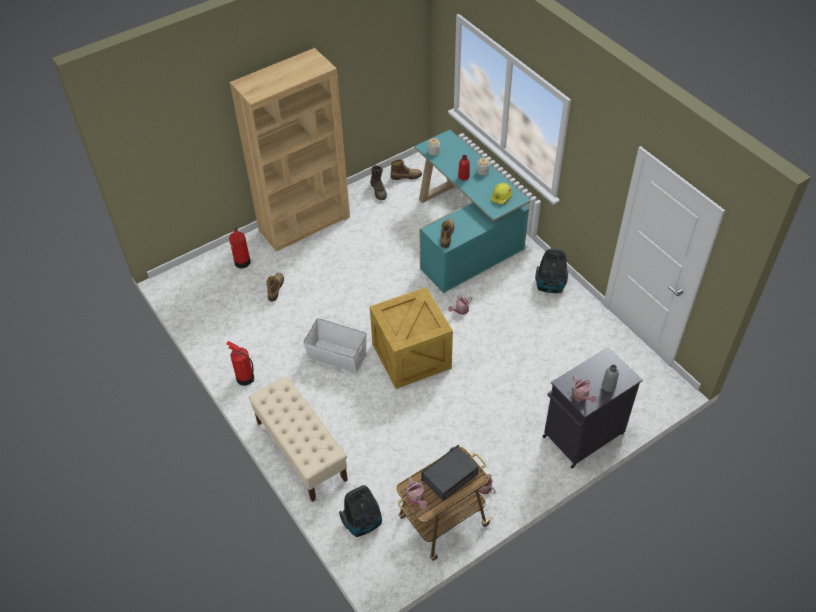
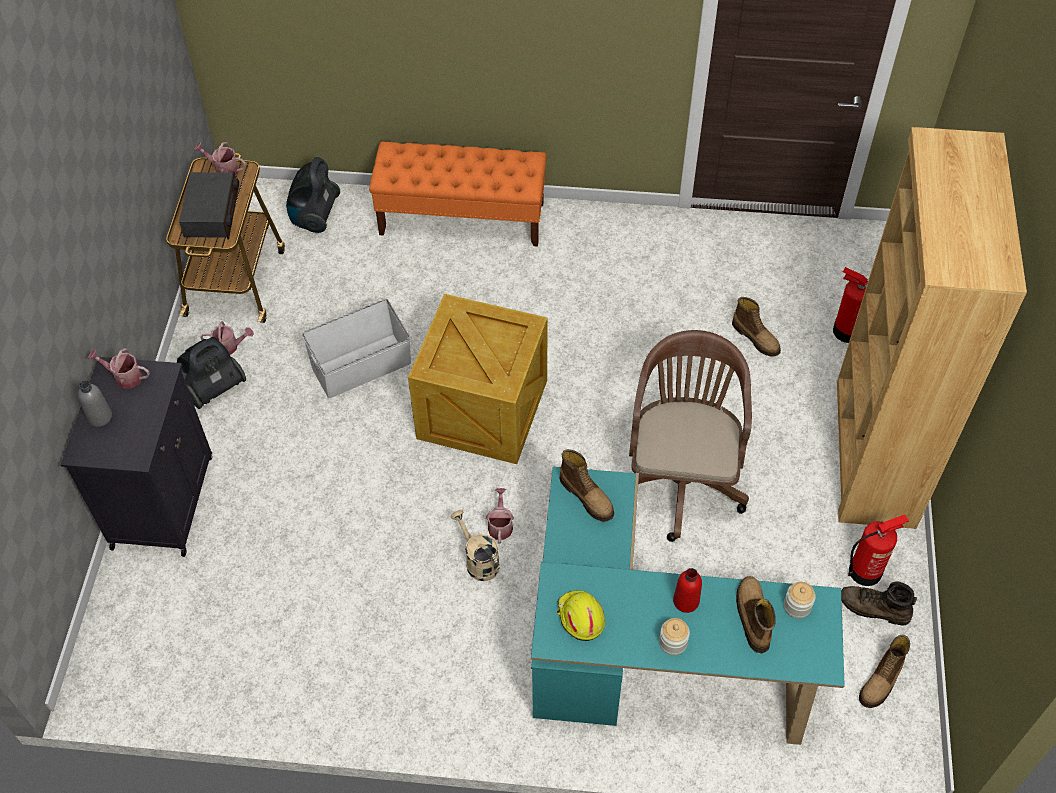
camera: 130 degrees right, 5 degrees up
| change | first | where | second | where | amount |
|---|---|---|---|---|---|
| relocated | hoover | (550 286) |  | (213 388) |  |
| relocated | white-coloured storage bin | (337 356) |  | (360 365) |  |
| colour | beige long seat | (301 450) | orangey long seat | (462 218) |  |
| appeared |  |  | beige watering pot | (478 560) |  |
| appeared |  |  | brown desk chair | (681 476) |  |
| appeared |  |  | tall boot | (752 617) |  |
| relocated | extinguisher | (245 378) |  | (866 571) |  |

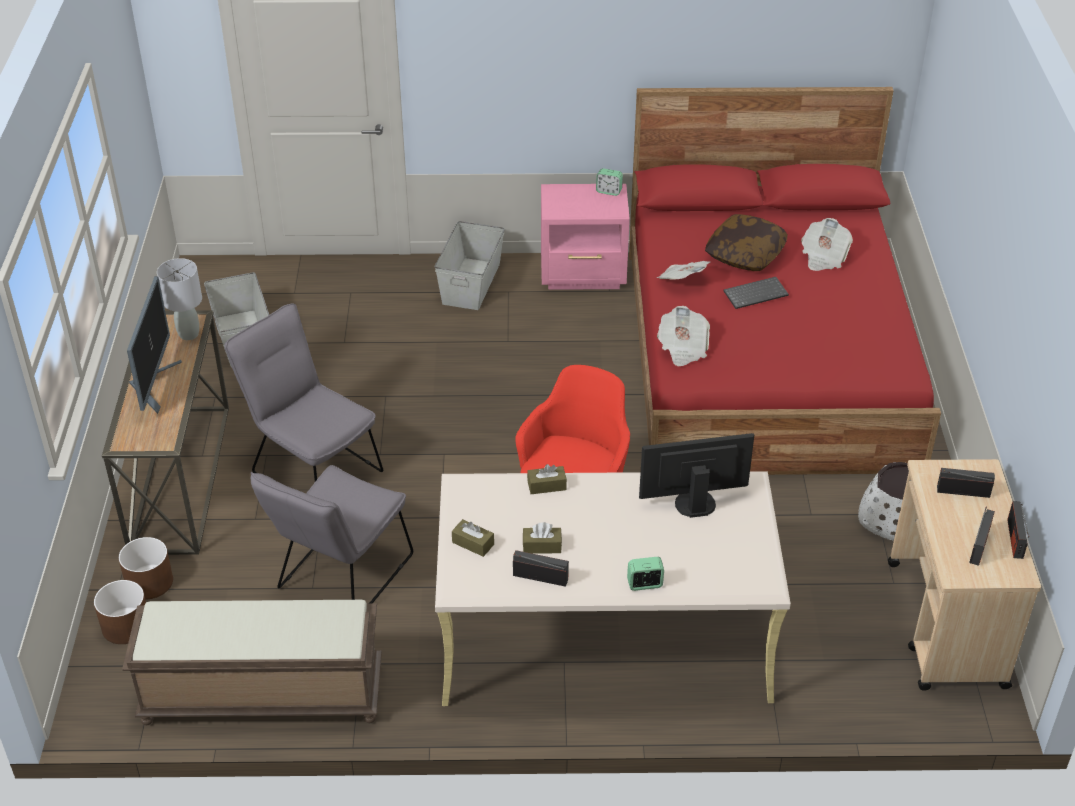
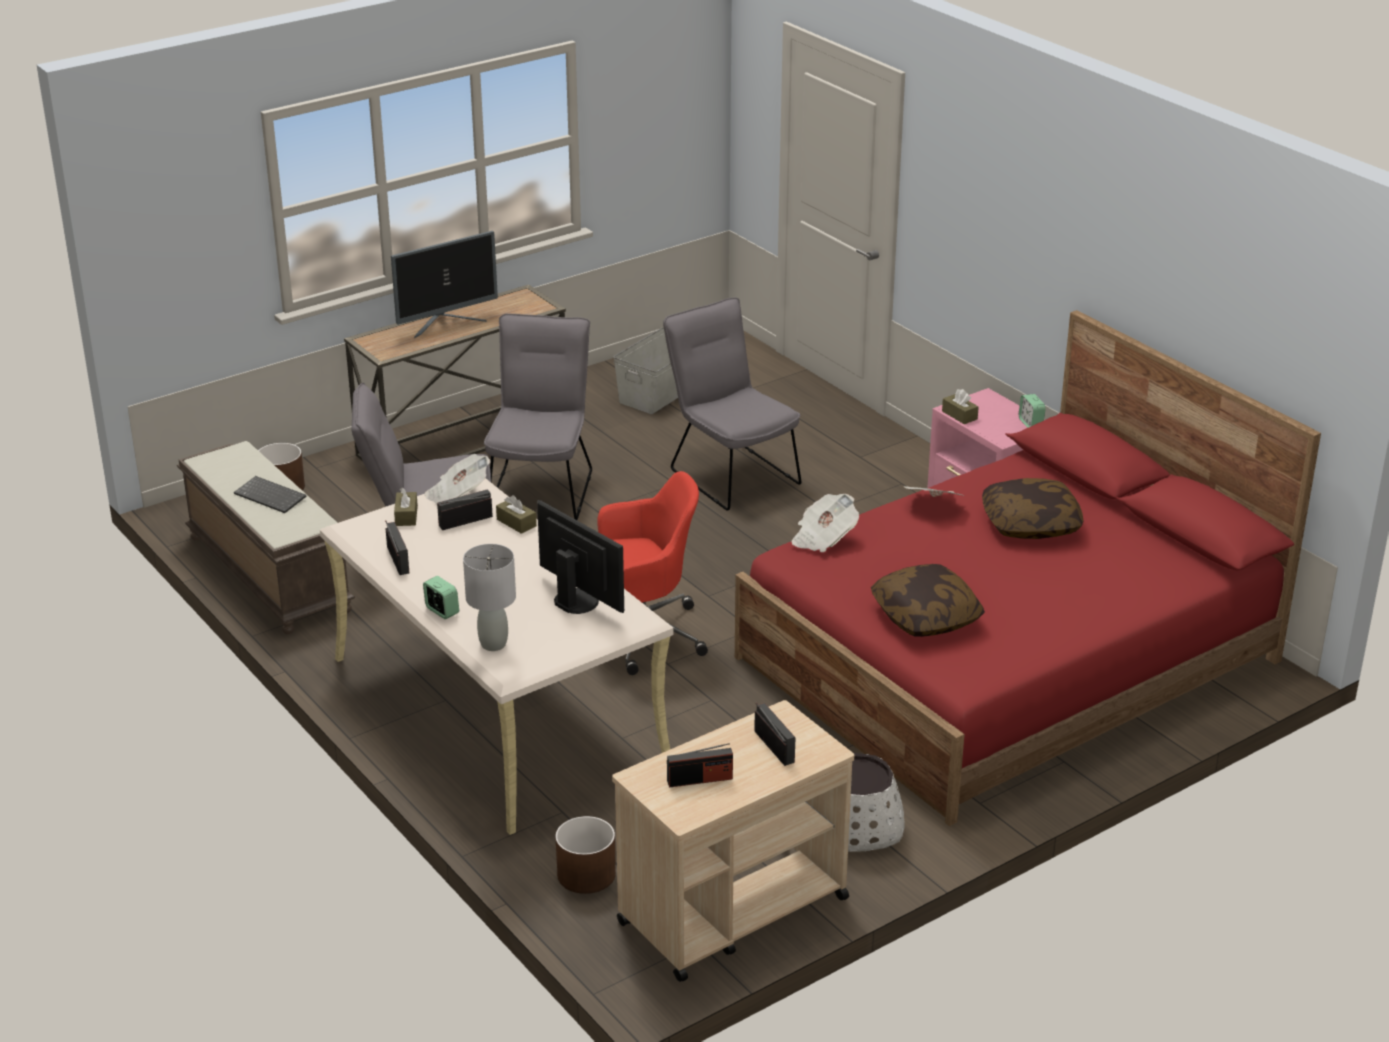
camera: 55 degrees right, 10 degrees down
| change | first | where | second | where | amount |
|---|---|---|---|---|---|
| relocated | PC keyboard | (755 293) |  | (272 496) |  |
| relocated | daily paper | (823 257) |  | (457 495) |  |
| relocated | radio receiver | (1015 539) |  | (465 521) |  |
| relocated | greyish table lamp | (189 334) |  | (494 644) |  |
| relocated | brown plant pot | (149 582) |  | (586 875) |  |
| appeared |  |  | greyish upright chair | (730 473) |  |
| appeared |  |  | pillow | (926 616) |  |
| relocated | brown tissue box | (542 546) |  | (959 415) |  |
| missing | greyish storage bin | (470 283) |  |  |  |

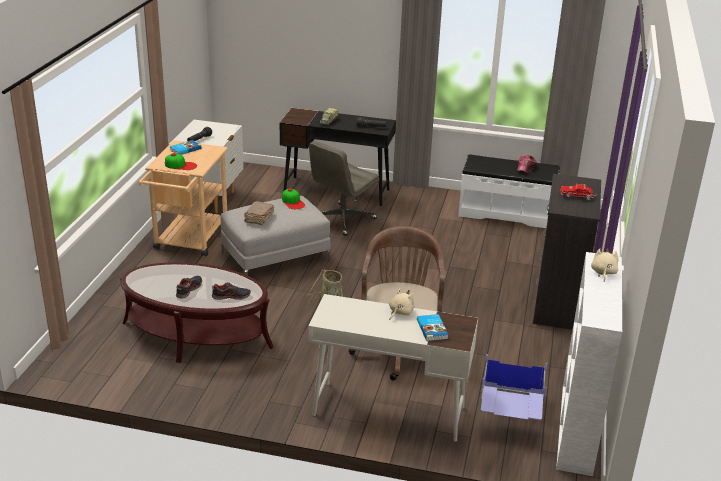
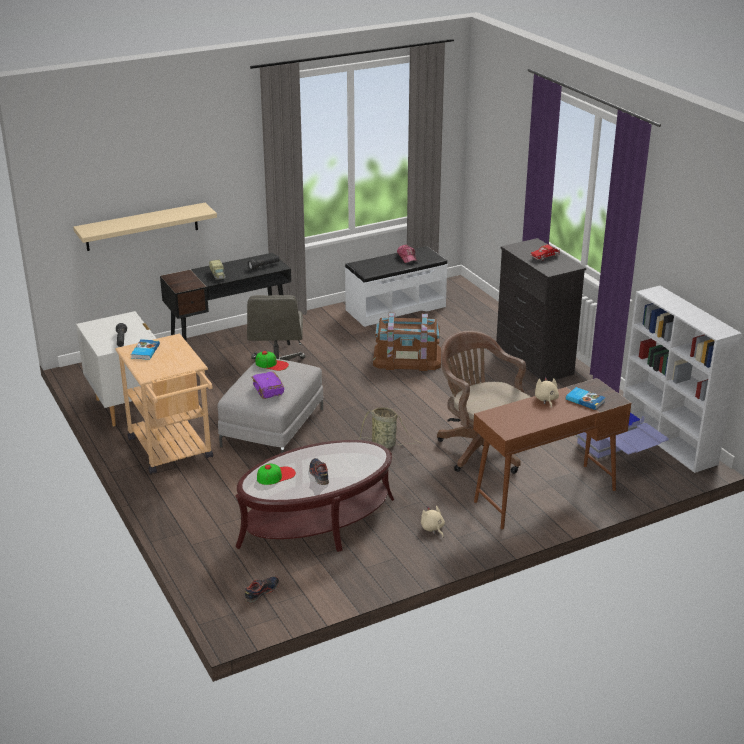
camera: 40 degrees left, 0 degrees up
| change | first | where | second | where | amount |
|---|---|---|---|---|---|
| appeared |  |  | beige wall shelf | (142 227) |  |
| relocated | low shoe | (231 296) |  | (261 592) |  |
| colour | brown volume | (258 218) | purple volume | (268 390) |  |
| relocated | baseball cap | (180 165) |  | (276 475) |  |
| appeared |  |  | brown storage bin | (407 358) |  |
| relocated | beige plush toy | (603 273) |  | (432 528) |  |
| colour | white-coloured desk unit | (388 411) | brown desk unit | (544 496) |  |

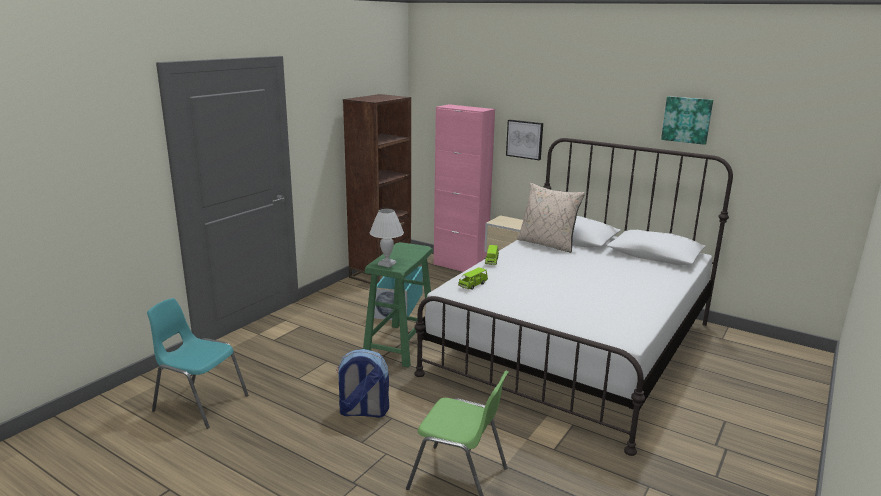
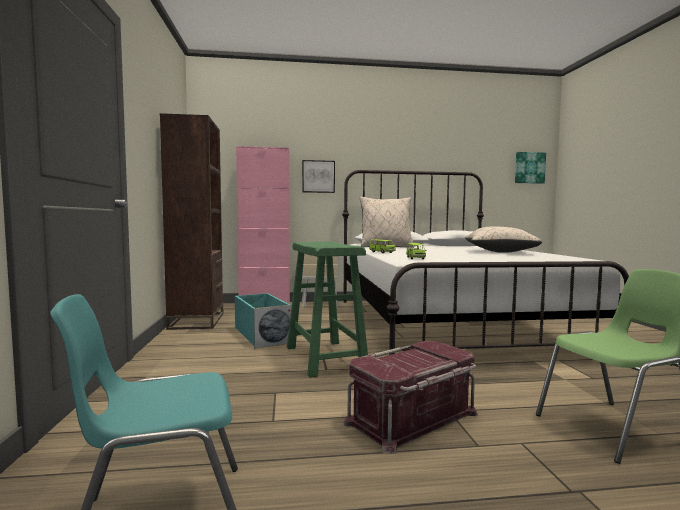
camera: 40 degrees left, 15 degrees down
| change | first | where | second | where | amount |
|---|---|---|---|---|---|
| exchanged | backpack | (363 412) | red storage bin | (413 418) |  |
| appeared |  |  | beige pillow | (499 252) |  |
| relocated | wall picture | (687 119) |  | (529 168) |  |
| missing | white-coloured table lamp | (387 264) |  |  |  |

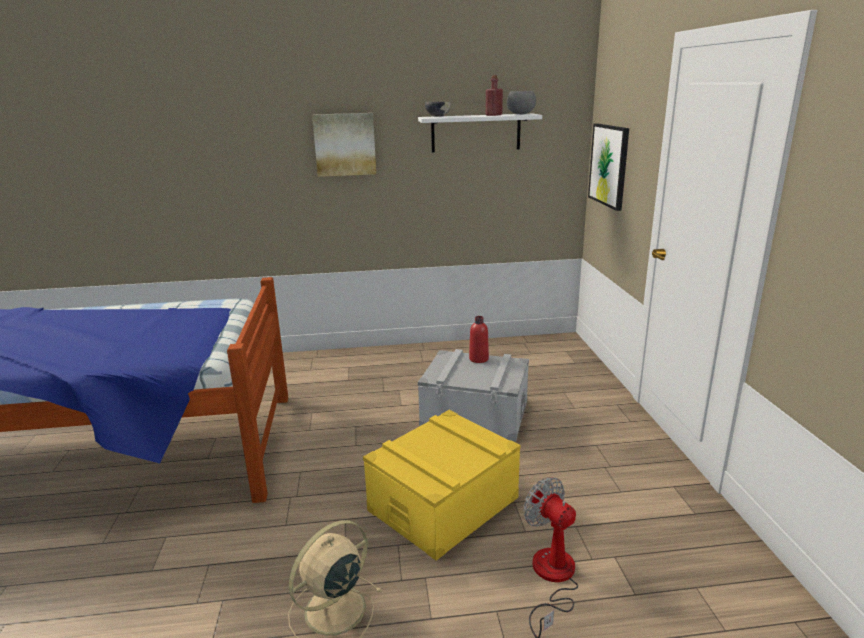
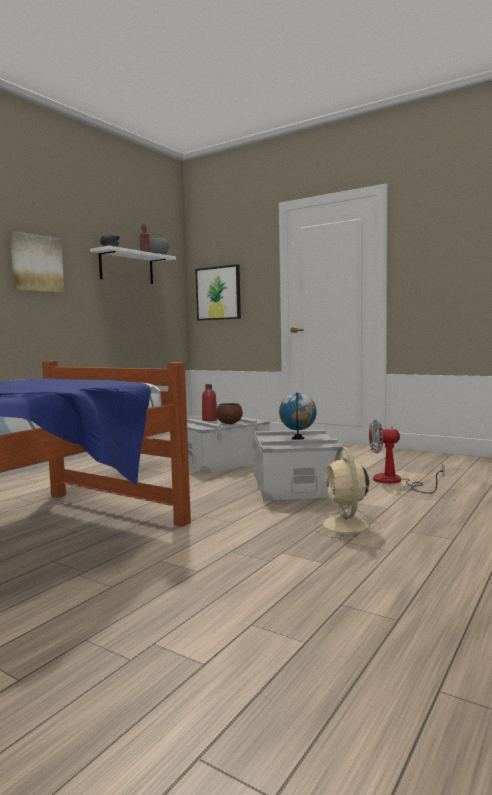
camera: 50 degrees left, 15 degrees down
| change | first | where | second | where | amount |
|---|---|---|---|---|---|
| appeared |  |  | brown bowl | (229 424) |  |
| colour | yellow-coloured storage bin | (443 504) | greyish storage bin | (295 485) |  |
| appeared |  |  | globe | (298 438) |  |

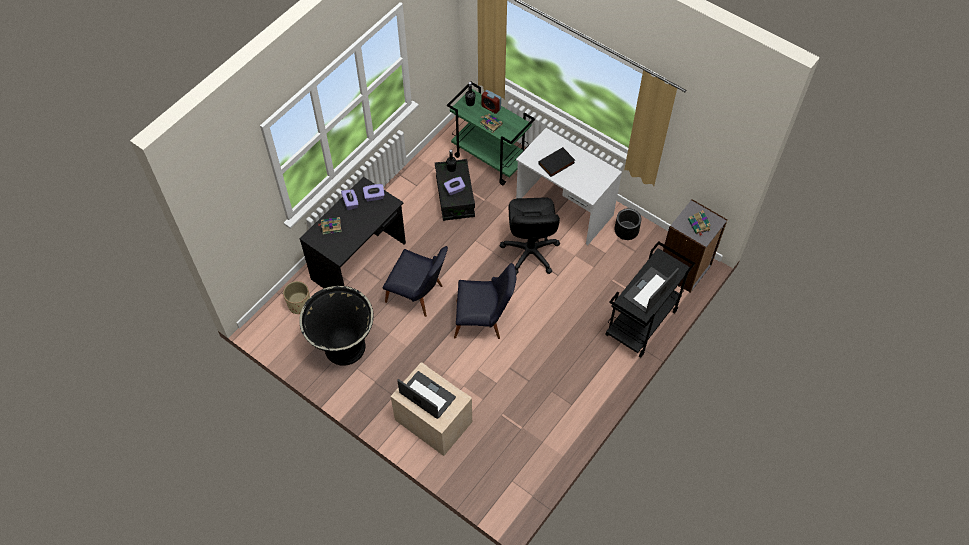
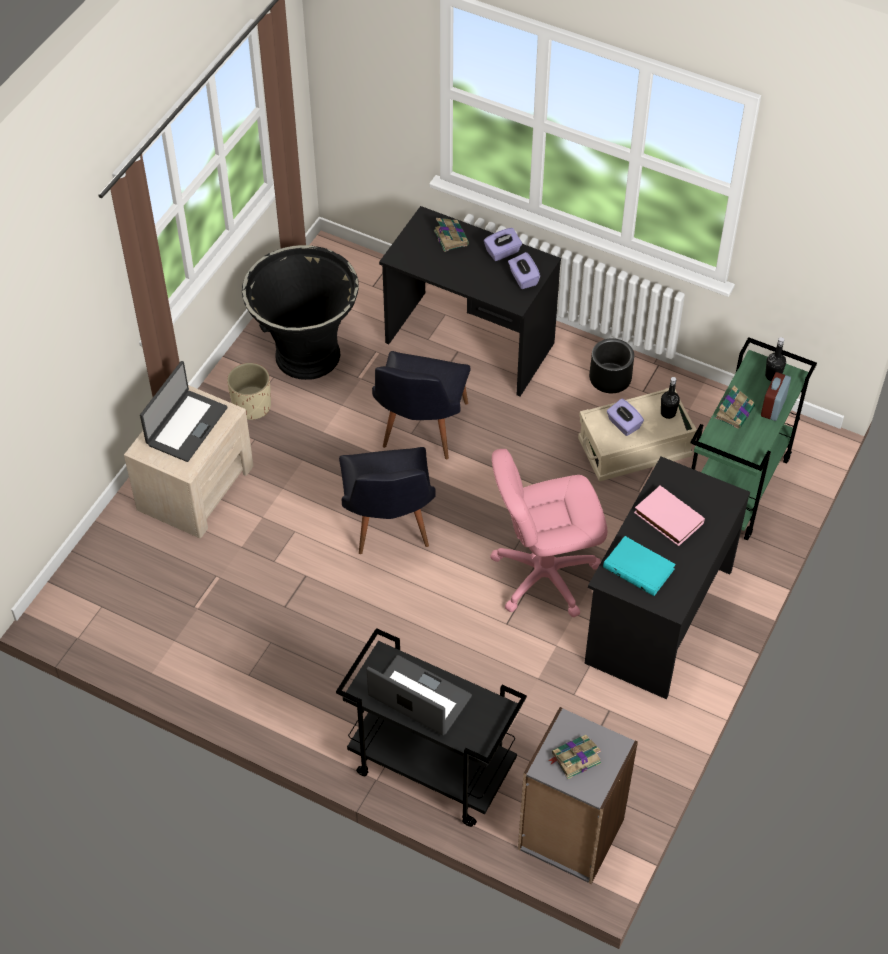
camera: 80 degrees right, 5 degrees down
| change | first | where | second | where | amount |
|---|---|---|---|---|---|
| relocated | beige plant pot | (299 304) |  | (252 406) |  |
| colour | black desk chair | (530 253) | pink-coloured desk chair | (544 575) |  |
| colour | black storage bin | (455 197) | beige storage bin | (634 448) |  |
| colour | white-coloured desk unit | (563 208) | black desk unit | (657 615) |  |
| relocated | black plant pot | (626 230) |  | (610 379) |  |
| appeared |  |  | turquoise-coloured volume | (640 567) |  |
| colour | black volume | (557 164) | pink-coloured volume | (667 518) |  |

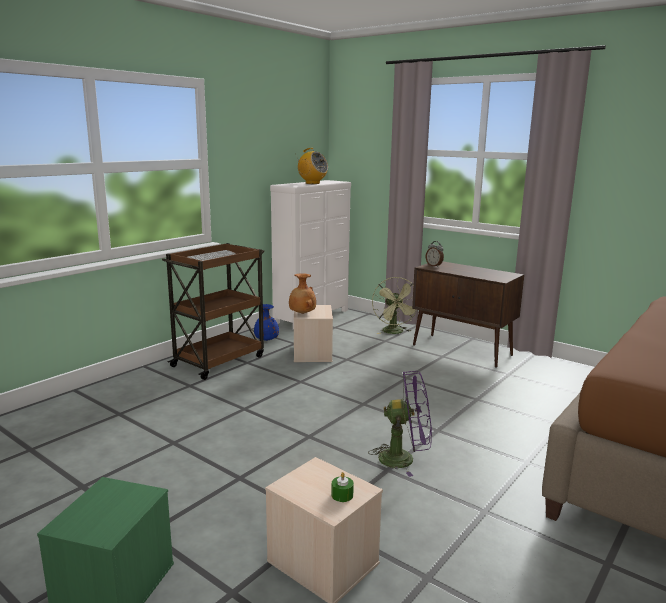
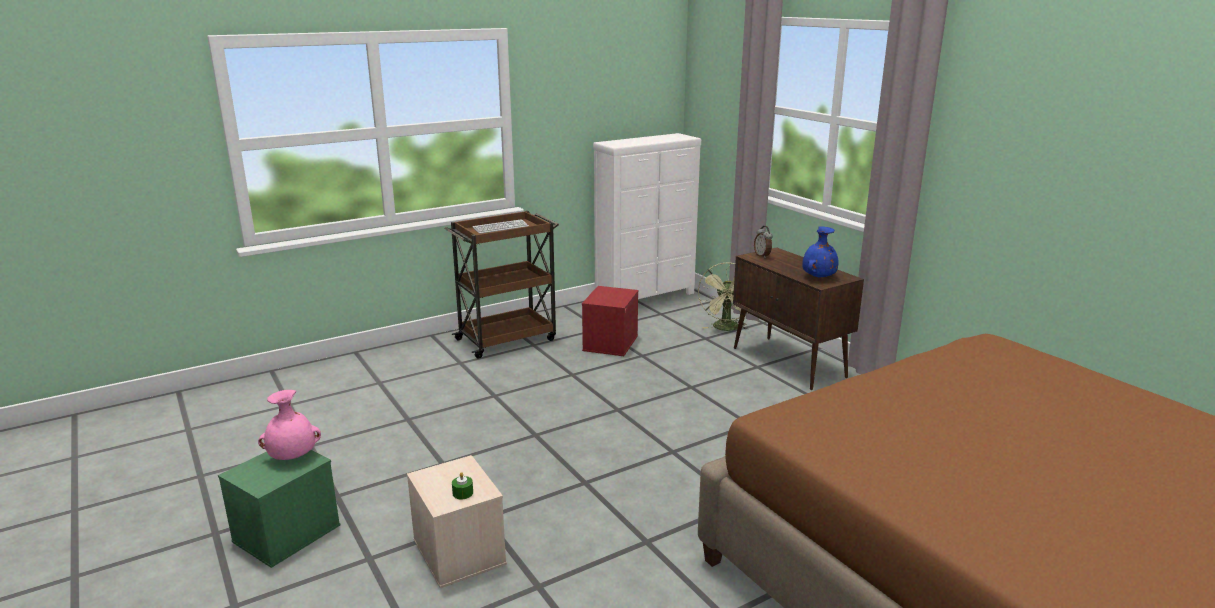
camera: 20 degrees right, 5 degrees up
| change | first | where | second | where | amount |
|---|---|---|---|---|---|
| appeared |  |  | pink-coloured vase | (293 457) |  |
| colour | beige storage bin | (312 353) | red storage bin | (610 343) |  |
| relocated | blue-coloured vase | (266 340) |  | (818 277) |  |
| missing | brown vase | (302 313) |  |  |  |
| missing | radio receiver | (312 183) |  |  |  |
| missing | purple electric fan | (404 458) |  |  |  |

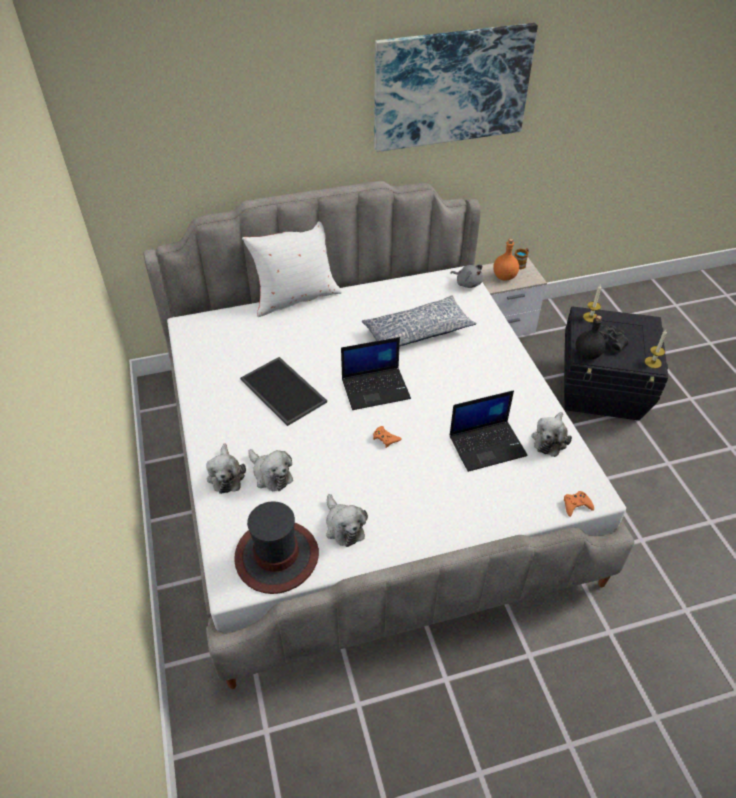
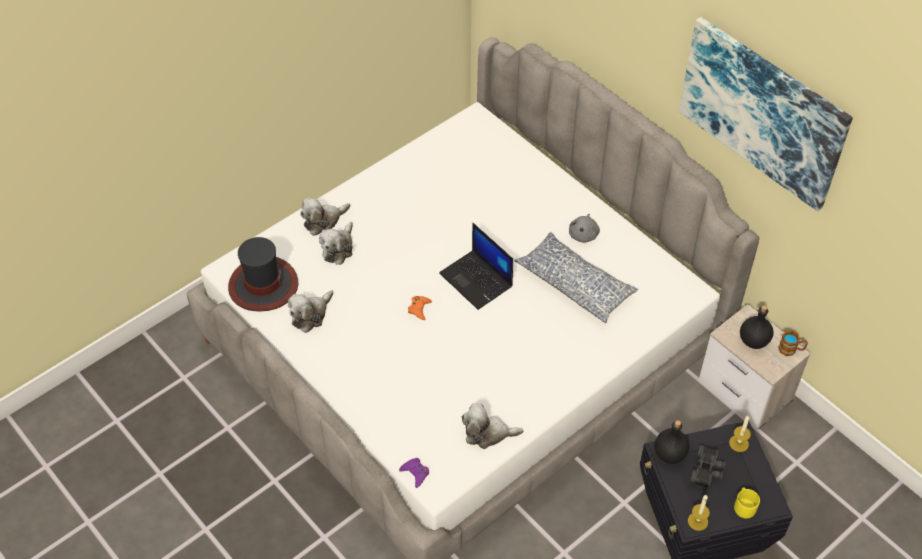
camera: 65 degrees right, 5 degrees up
| change | first | where | second | where | amount |
|---|---|---|---|---|---|
| colour | orangey game controller | (576 505) | purple game controller | (415 473) |  |
| relocated | greyish plush toy | (467 283) |  | (583 234) |  |
| appeared |  |  | yellow-coloured tea mug | (744 505) |  |
| colour | orangey beverage bottle | (505 277) | black beverage bottle | (754 341) |  |
| missing | carrying tray | (285 390) |  |  |  |
| missing | white-coloured pillow | (295 297) |  |  |  |
| missing | notebook computer | (488 445) |  |  |  |

